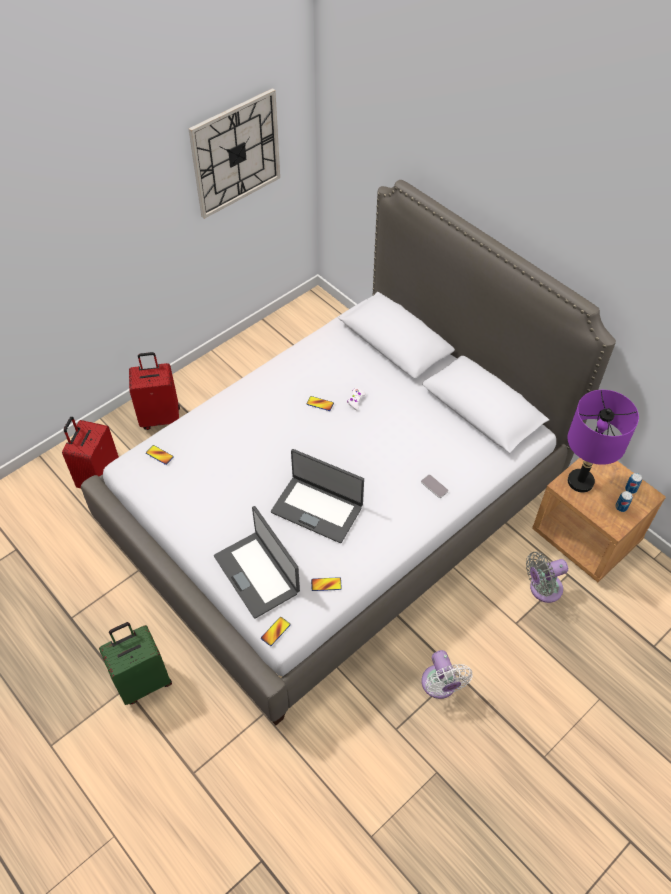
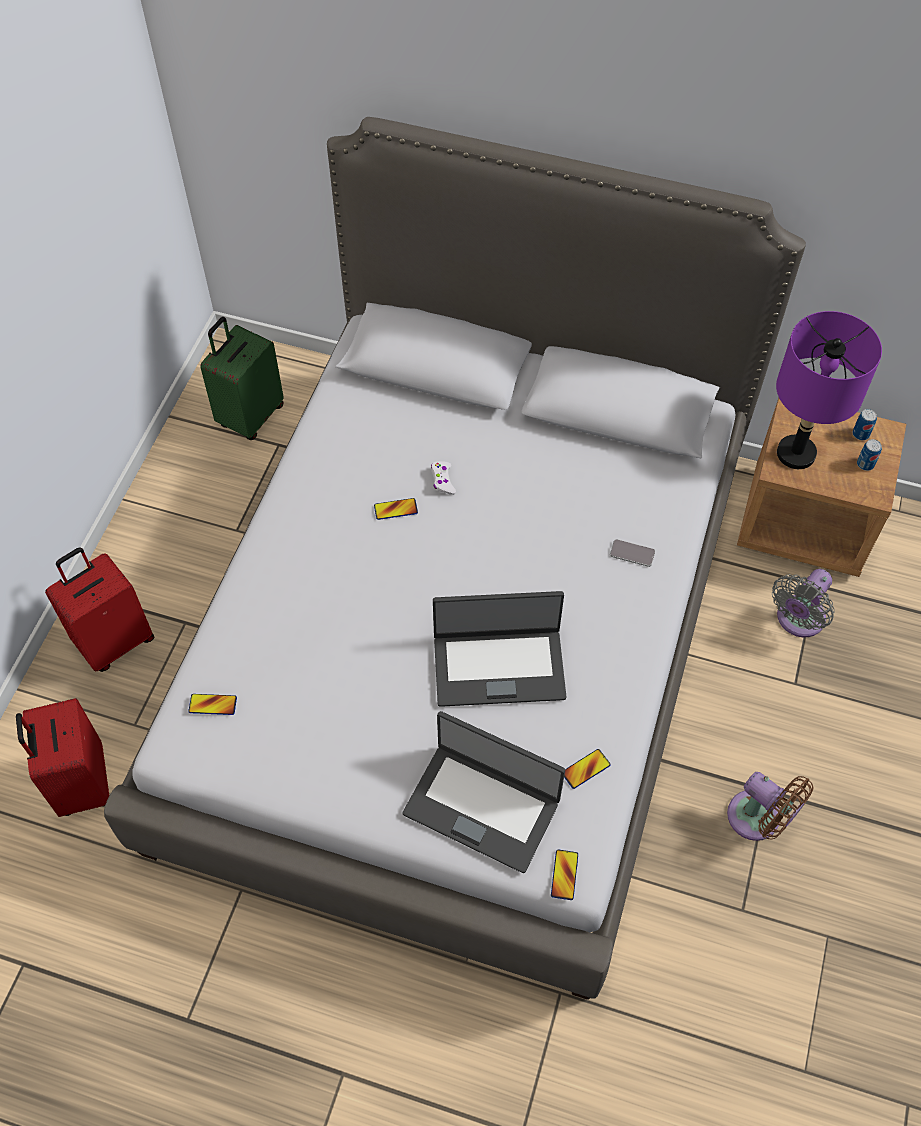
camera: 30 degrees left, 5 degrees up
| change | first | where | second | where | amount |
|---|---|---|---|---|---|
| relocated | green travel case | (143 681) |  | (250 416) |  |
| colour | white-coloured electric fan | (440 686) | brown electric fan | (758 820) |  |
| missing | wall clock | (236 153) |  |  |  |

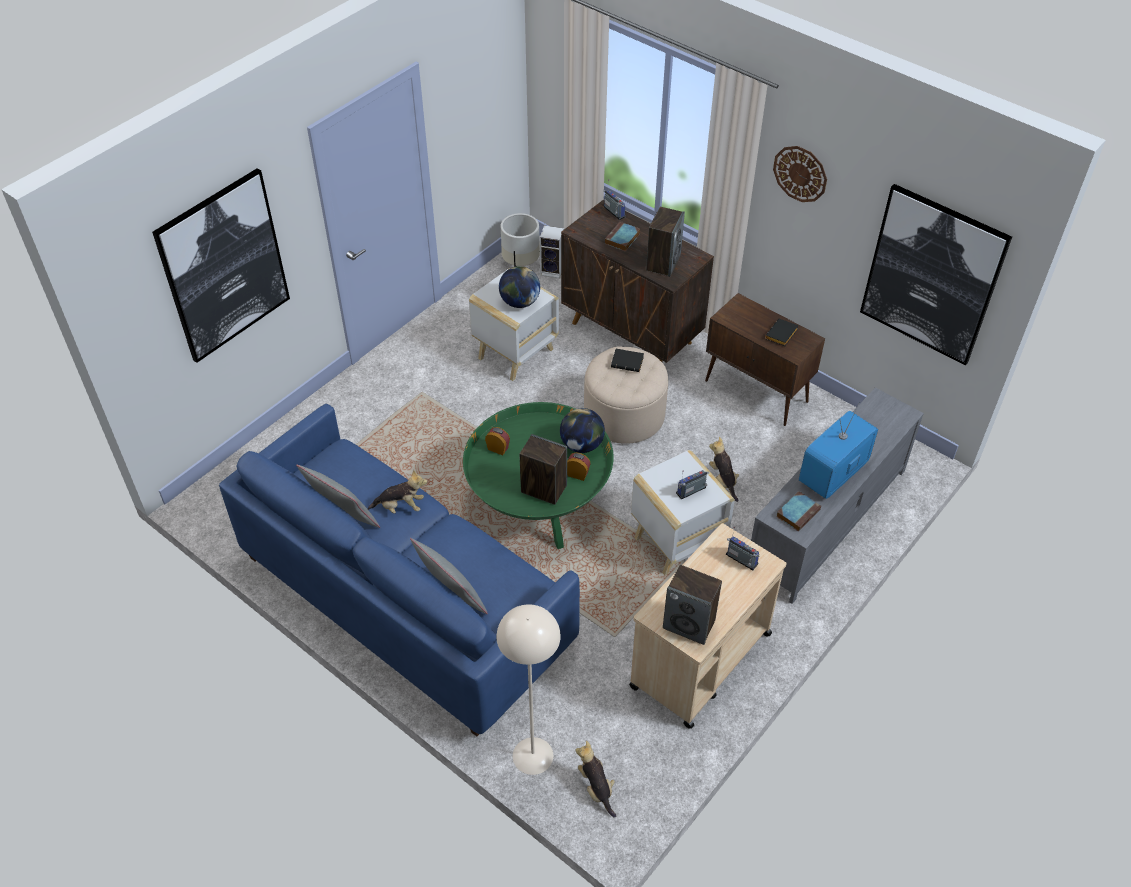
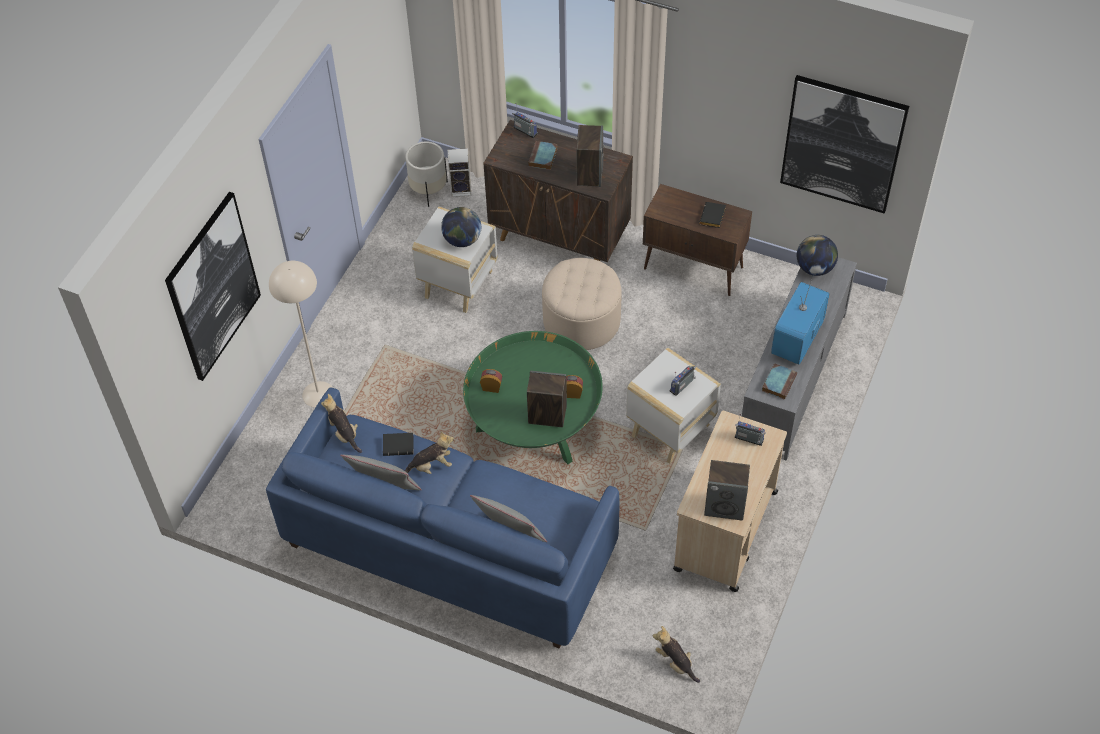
camera: 15 degrees left, 5 degrees up
| change | first | where | second | where | amount |
|---|---|---|---|---|---|
| relocated | beige standard lamp | (532 755) |  | (318 394) |  |
| relocated | plush toy | (723 480) |  | (344 433) |  |
| relocated | black volume | (628 362) |  | (399 445) |  |
| relocated | globe | (582 445) |  | (815 268) |  |
| missing | wall clock | (800 173) |  |  |  |

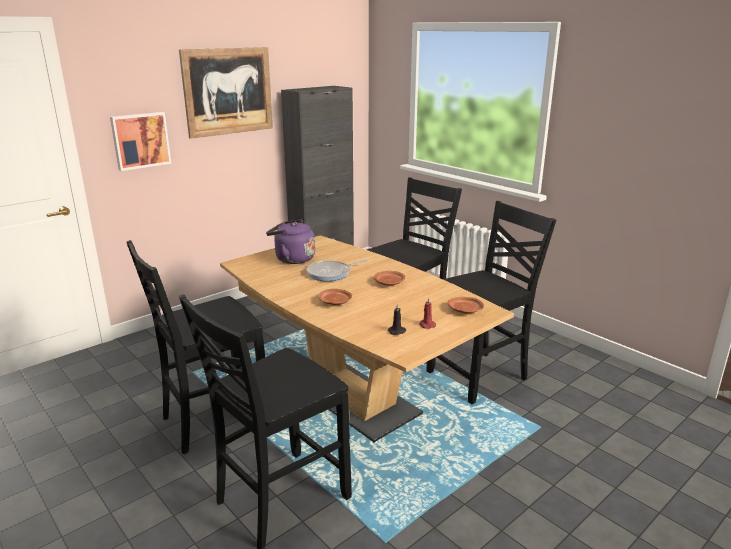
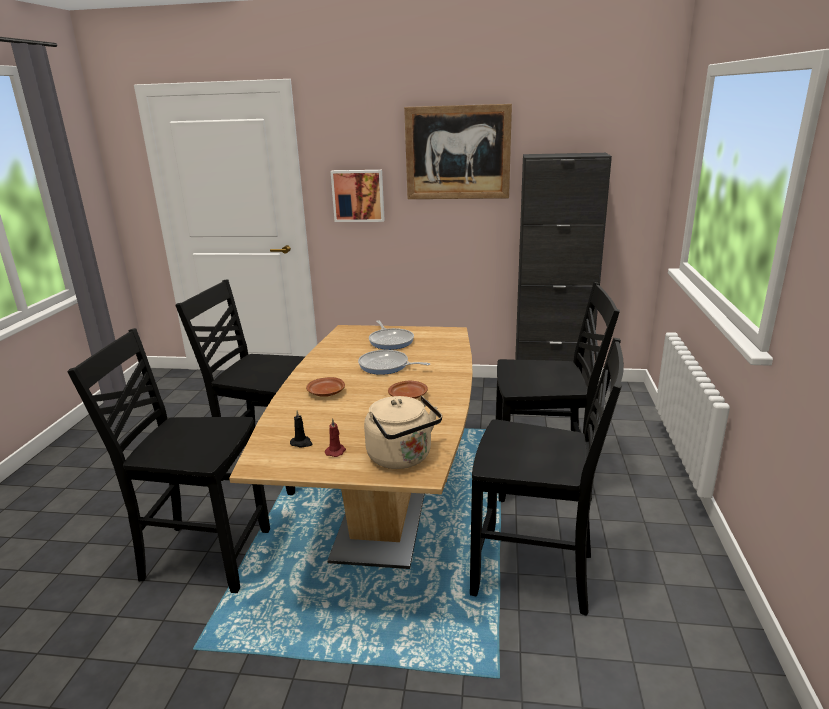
camera: 50 degrees right, 0 degrees up
| change | first | where | second | where | amount |
|---|---|---|---|---|---|
| exchanged | brown plate | (465 310) | beige tea kettle | (402 458) |  |
| exchanged | purple tea kettle | (292 259) | skillet | (390 341) |  |

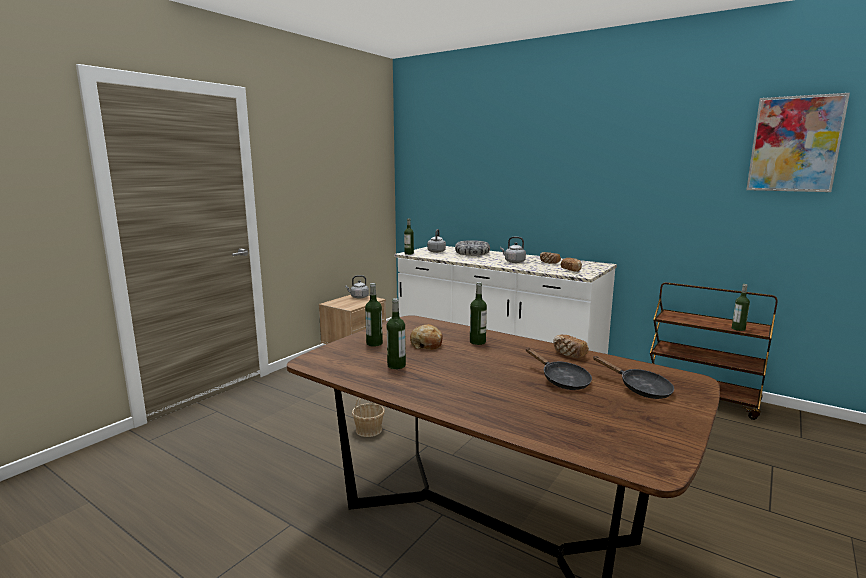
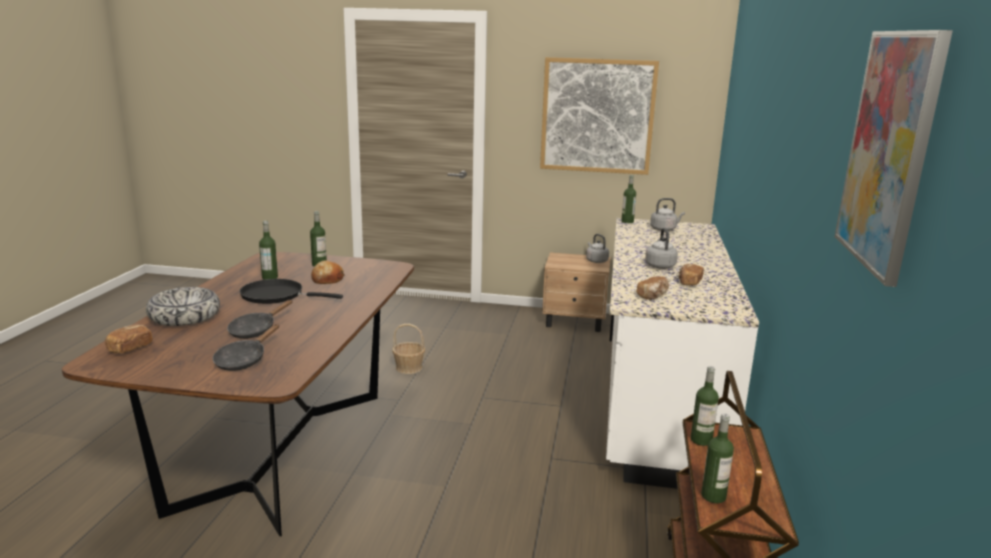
camera: 65 degrees right, 5 degrees up
| change | first | where | second | where | amount |
|---|---|---|---|---|---|
| relocated | baked bread | (569 354) |  | (129 348) |  |
| relocated | bowl | (472 253) |  | (184 316) |  |
| appeared |  |  | black skillet | (277 295) |  |
| appeared |  |  | wall picture | (597 116) |  |
| relocated | beverage bottle | (477 342) |  | (701 440) |  |

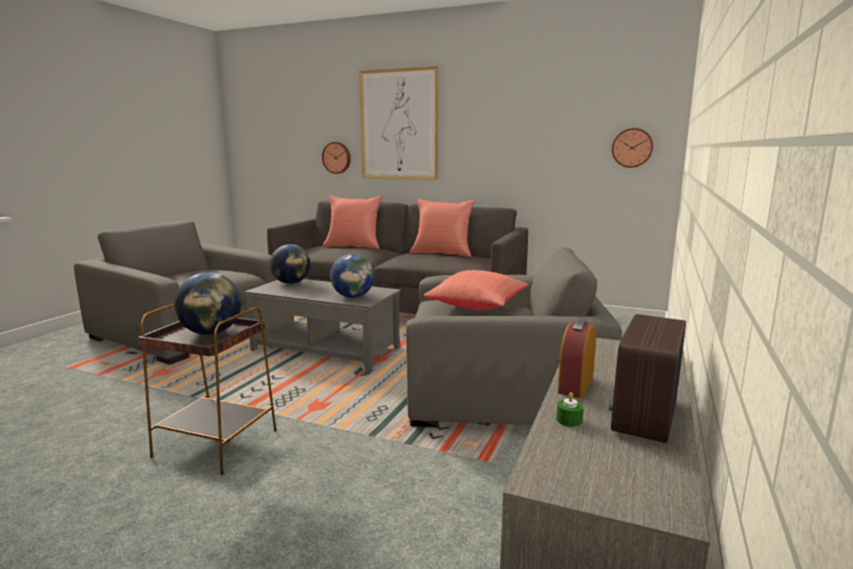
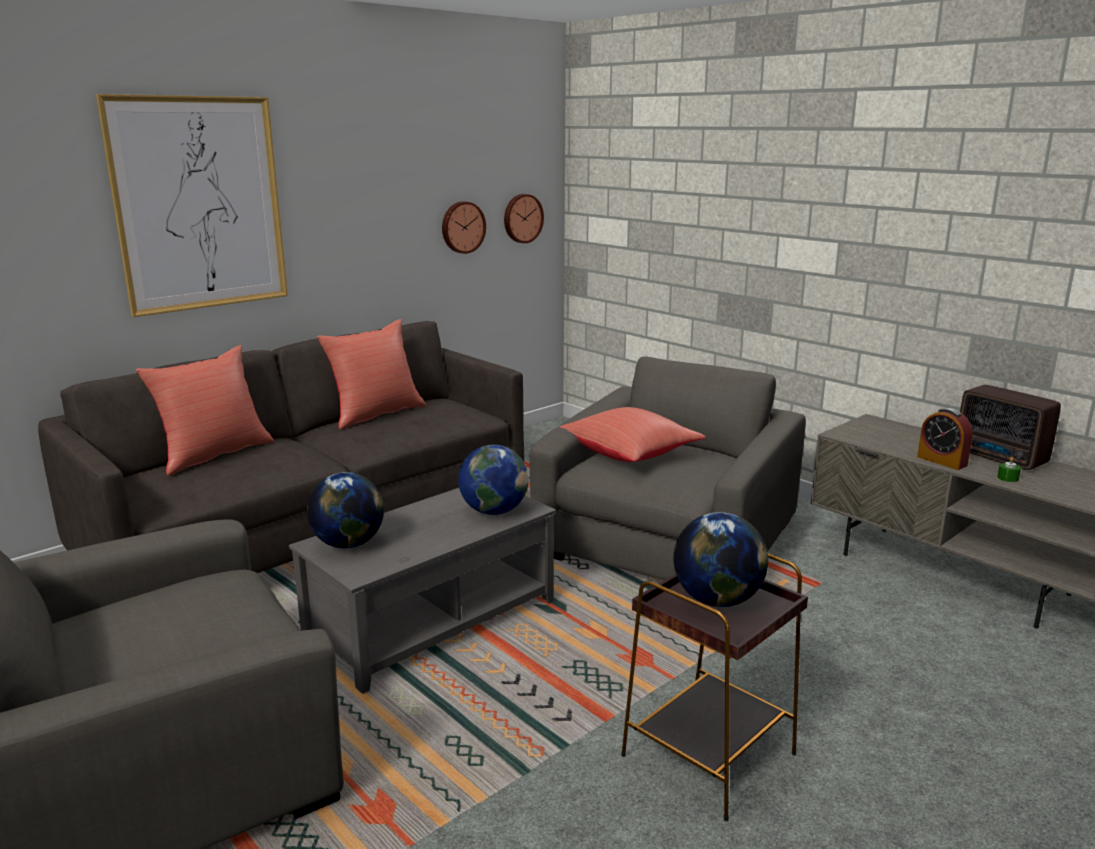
camera: 65 degrees left, 5 degrees up
| change | first | where | second | where | amount |
|---|---|---|---|---|---|
| relocated | wall clock | (337 157) |  | (462 227) |  |

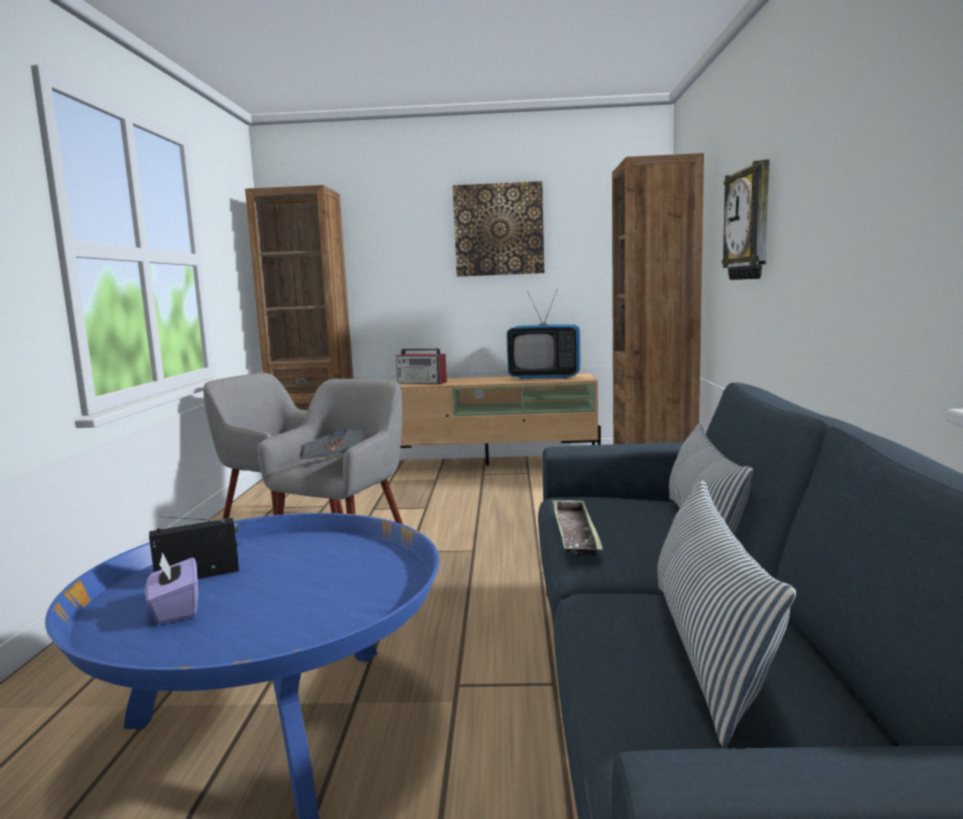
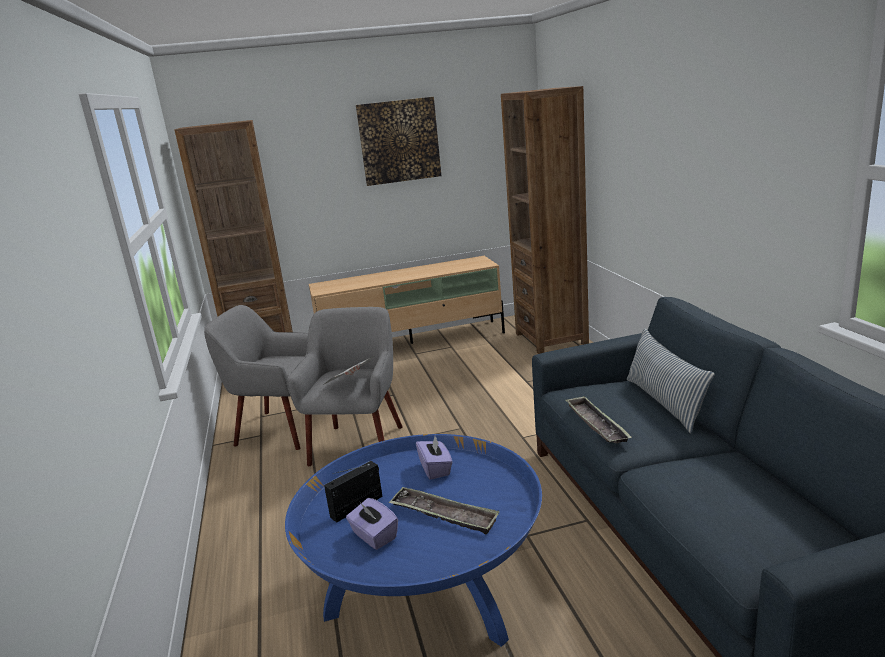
camera: 15 degrees left, 10 degrees up
| change | first | where | second | where | amount |
|---|---|---|---|---|---|
| appeared |  |  | carrying tray | (443 515) |  |
| appeared |  |  | purple tissue box | (435 469) |  |
| missing | radio receiver | (422 383) |  |  |  |
| missing | TV | (544 377) |  |  |  |
| missing | pillow | (707 651) |  |  |  |
| missing | wall clock | (750 224) |  |  |  |

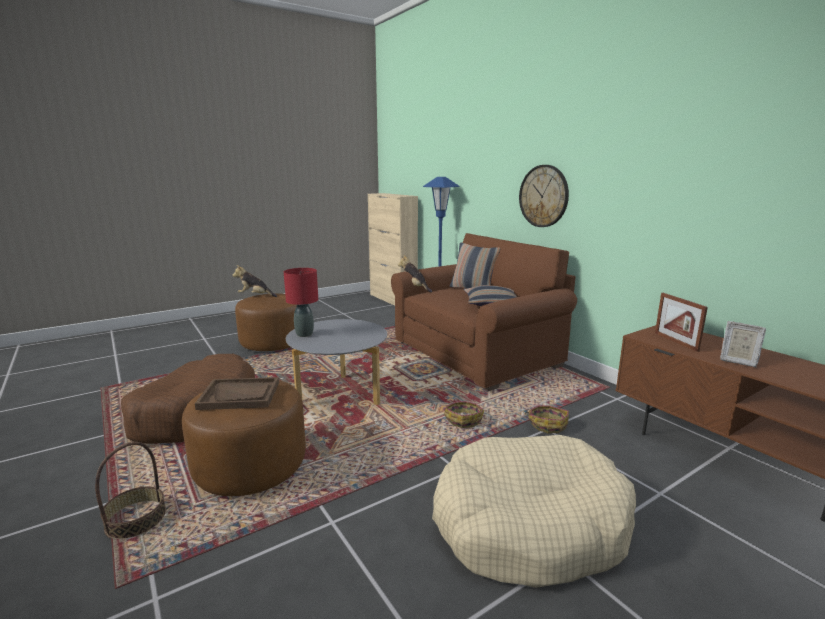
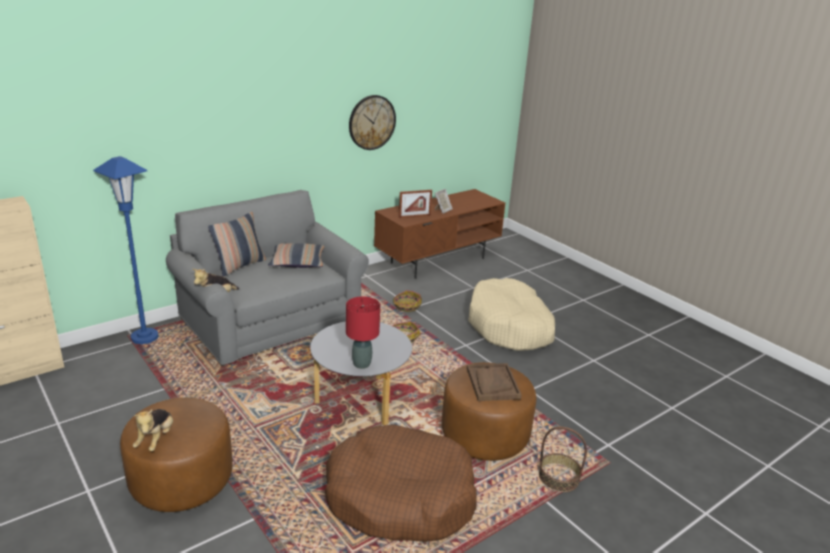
camera: 95 degrees left, 10 degrees up
| change | first | where | second | where | amount |
|---|---|---|---|---|---|
| colour | brown sofa | (476 355) | greyish sofa | (270 322) |  |
| relocated | wall clock | (543 196) |  | (372 122) |  |

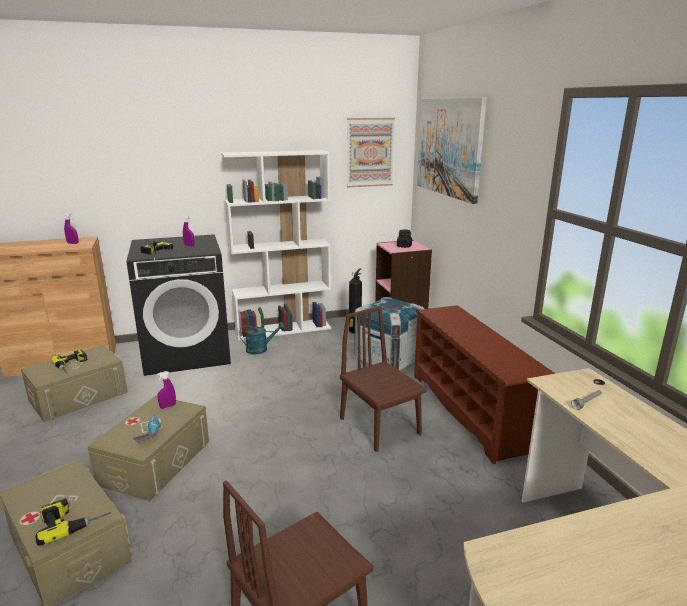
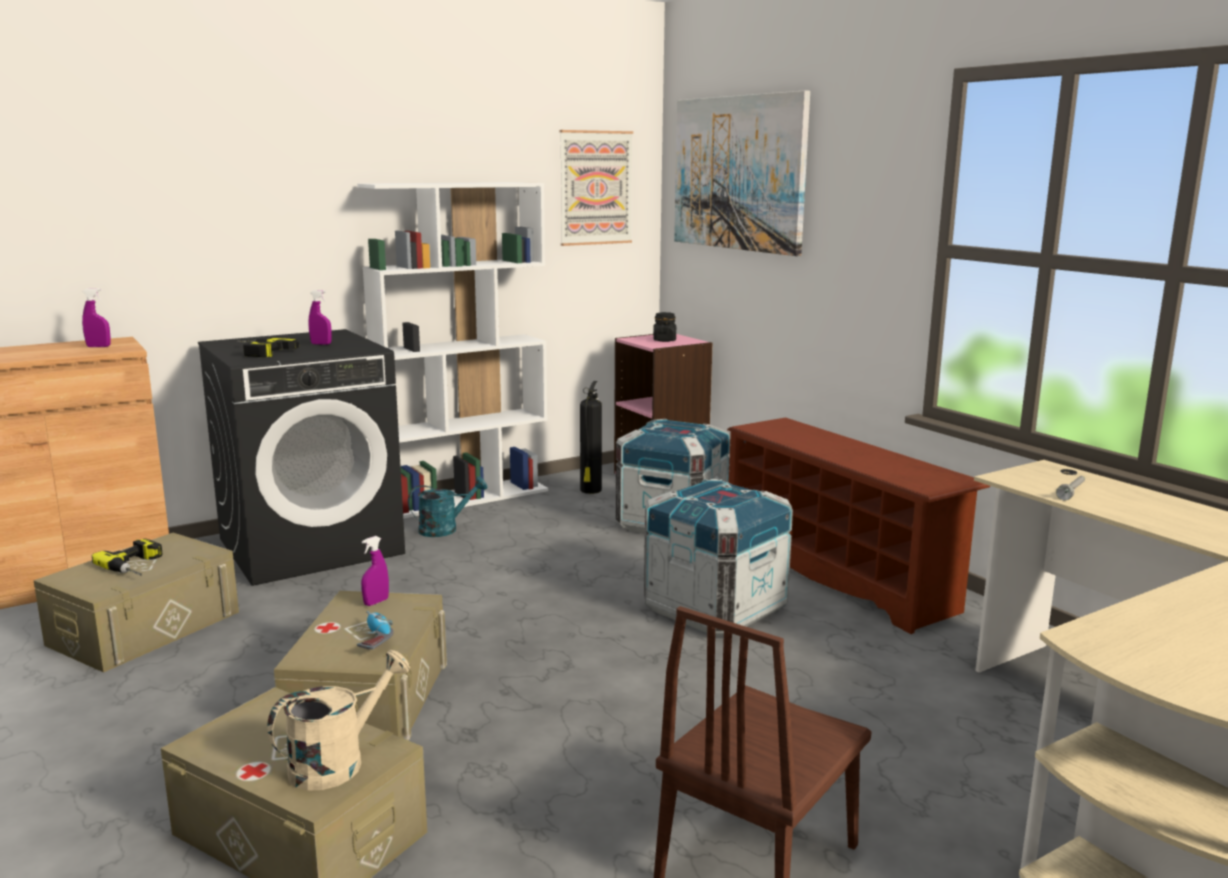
camera: 15 degrees left, 5 degrees down
| change | first | where | second | where | amount |
|---|---|---|---|---|---|
| exchanged | electric drill | (73 520) | beige watering pot | (338 762) |  |
| exchanged | brown upright chair | (379 426) | packing crate | (715 609) |  |

